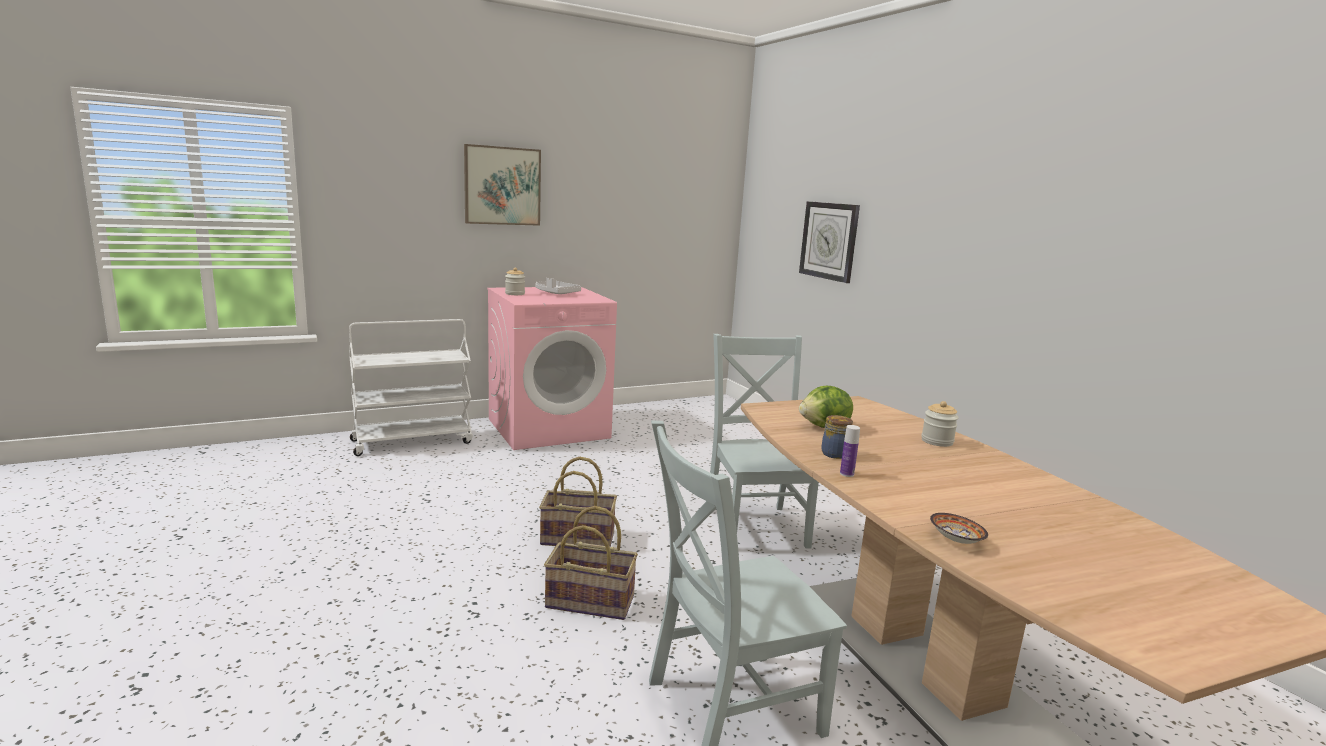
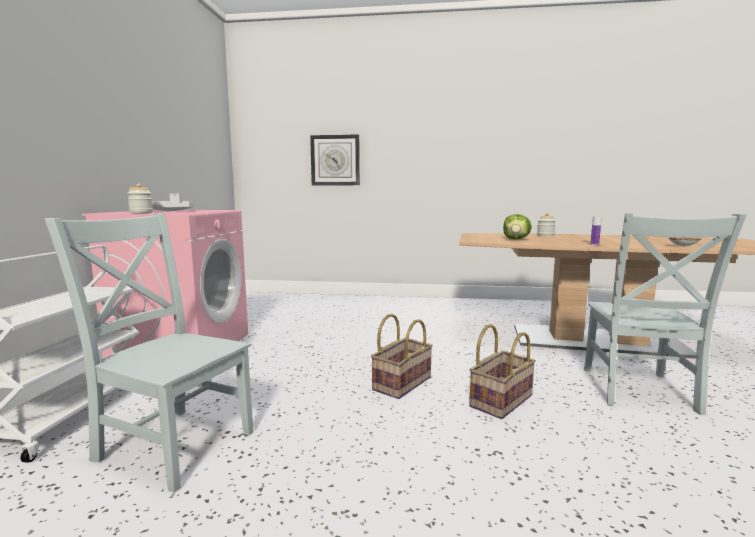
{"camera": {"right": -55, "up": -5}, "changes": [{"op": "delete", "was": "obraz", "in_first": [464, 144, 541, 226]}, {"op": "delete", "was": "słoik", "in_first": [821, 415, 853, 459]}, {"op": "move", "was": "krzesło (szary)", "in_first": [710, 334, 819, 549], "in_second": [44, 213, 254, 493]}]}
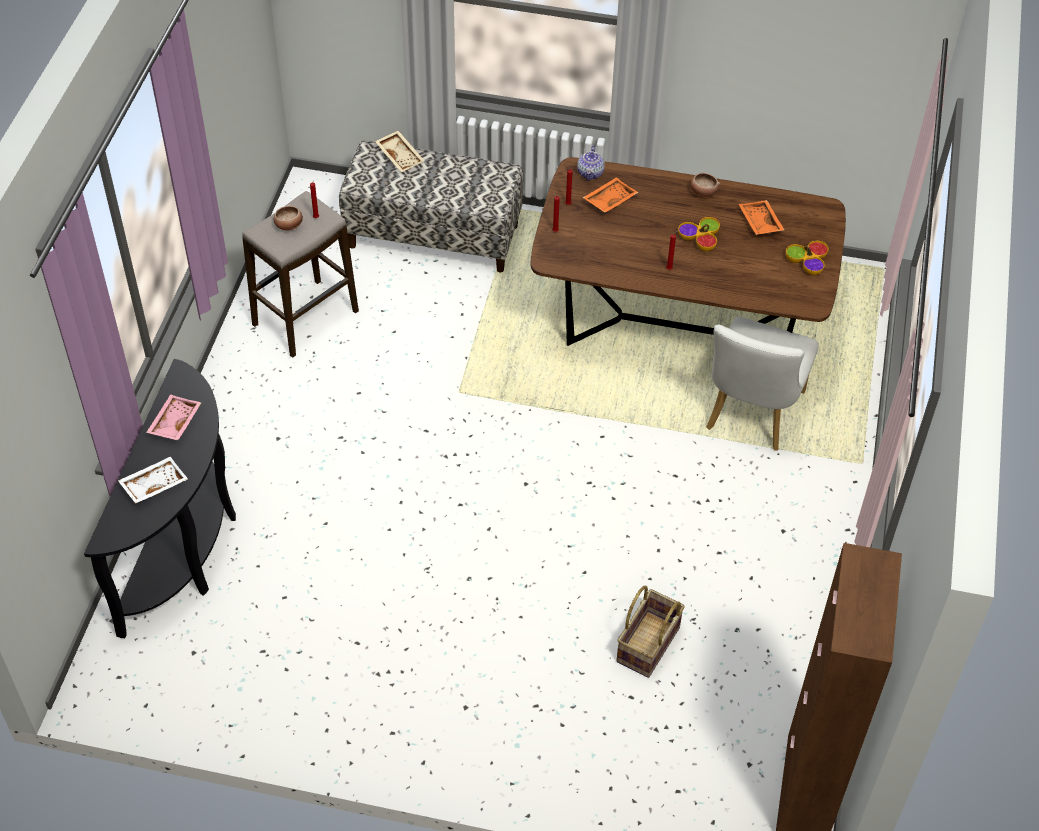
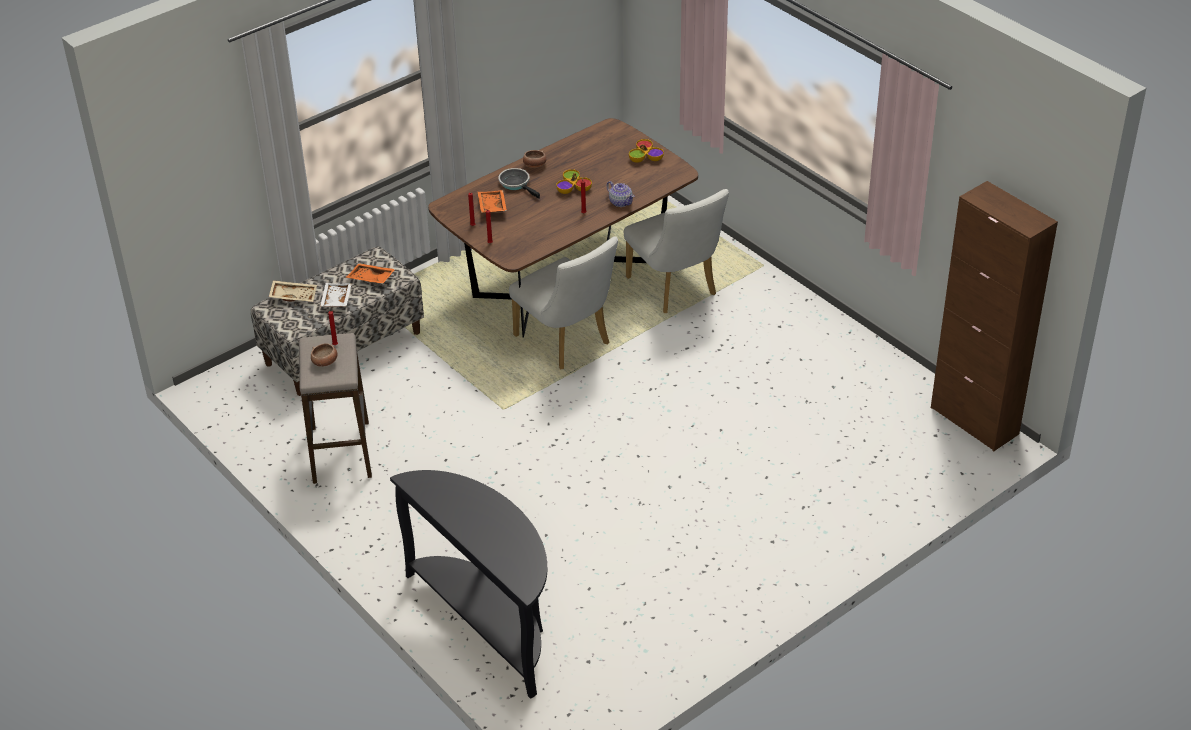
{"camera": {"right": -50, "up": -10}, "changes": [{"op": "delete", "was": "taca (różowy)", "in_first": [146, 394, 201, 441]}, {"op": "delete", "was": "koszyk", "in_first": [616, 586, 685, 678]}, {"op": "insert", "now": "patelnia", "in_second": [498, 168, 540, 199]}, {"op": "insert", "now": "krzesło (biały)", "in_second": [509, 237, 618, 369]}, {"op": "move", "was": "taca (biały)", "in_first": [118, 457, 188, 504], "in_second": [320, 283, 352, 307]}, {"op": "move", "was": "imbryk", "in_first": [577, 145, 605, 181], "in_second": [606, 181, 635, 207]}, {"op": "move", "was": "taca (pomarańczowy)", "in_first": [739, 200, 784, 235], "in_second": [346, 263, 395, 284]}]}
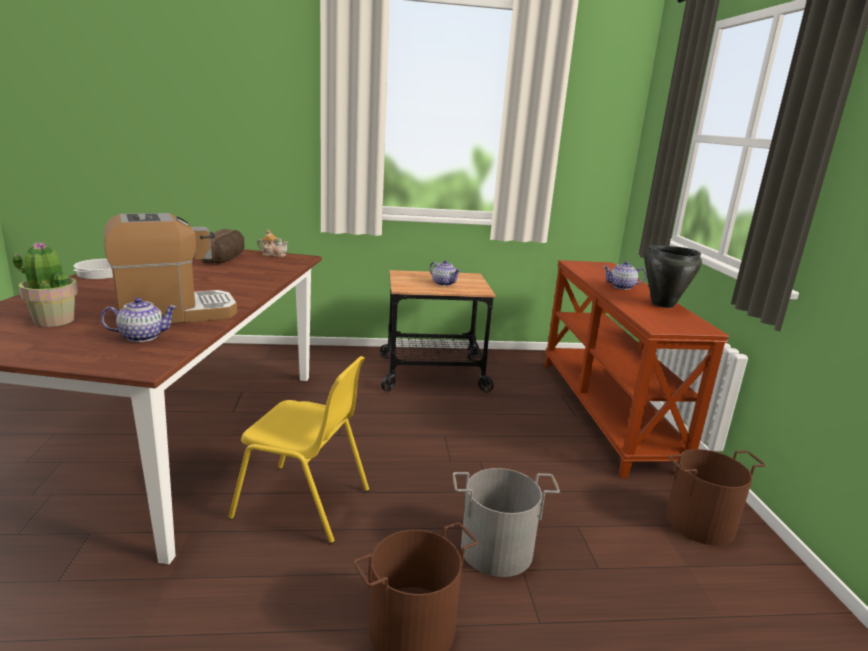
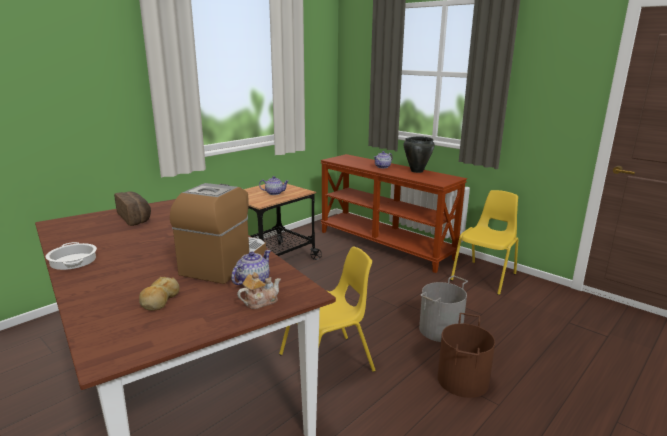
{"camera": {"right": -40, "up": 0}, "changes": [{"op": "move", "was": "imbryk", "in_first": [257, 230, 289, 257], "in_second": [237, 272, 281, 309]}, {"op": "replace", "was": "roślina doniczkowa", "now": "chleb", "in_first": [12, 241, 78, 327], "in_second": [139, 277, 180, 311]}, {"op": "replace", "was": "wiadro (brązowy)", "now": "krzesło (żółty)", "in_first": [666, 449, 766, 546], "in_second": [450, 190, 519, 295]}]}
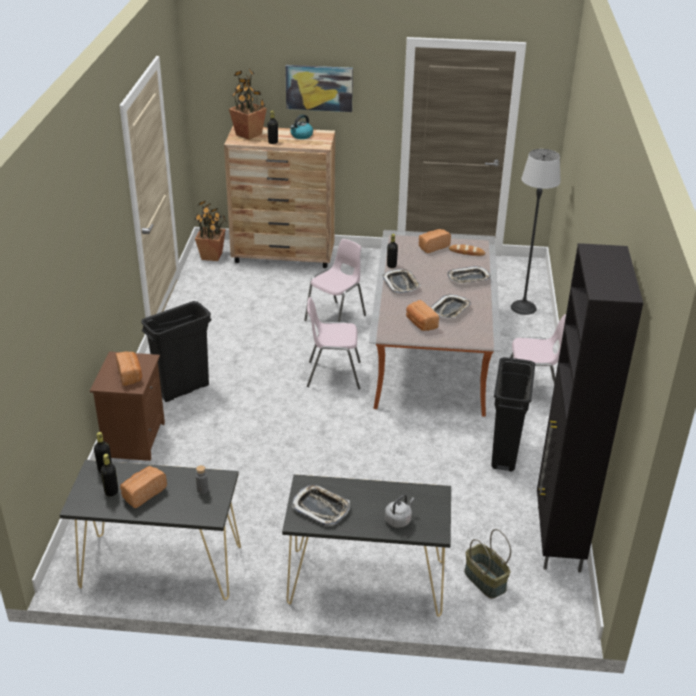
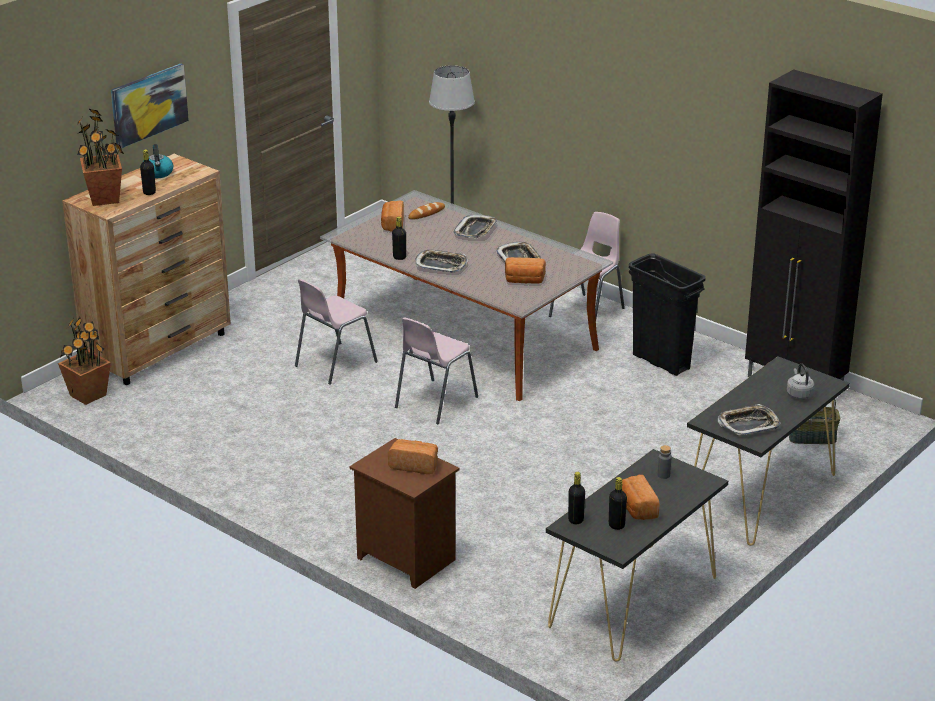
{"camera": {"right": -55, "up": -5}, "changes": [{"op": "delete", "was": "kosz na śmieci (czarny)", "in_first": [141, 301, 212, 402]}, {"op": "rotate", "was": "krzesło (różowy)", "in_first": [304, 239, 366, 322], "in_second": [295, 279, 378, 385], "clockwise": -120}]}
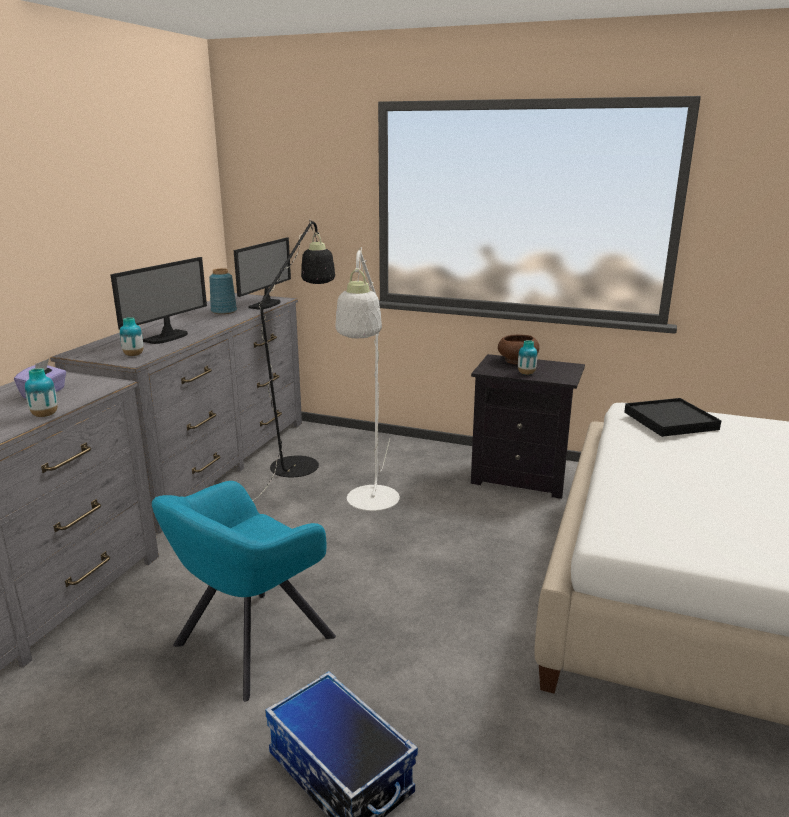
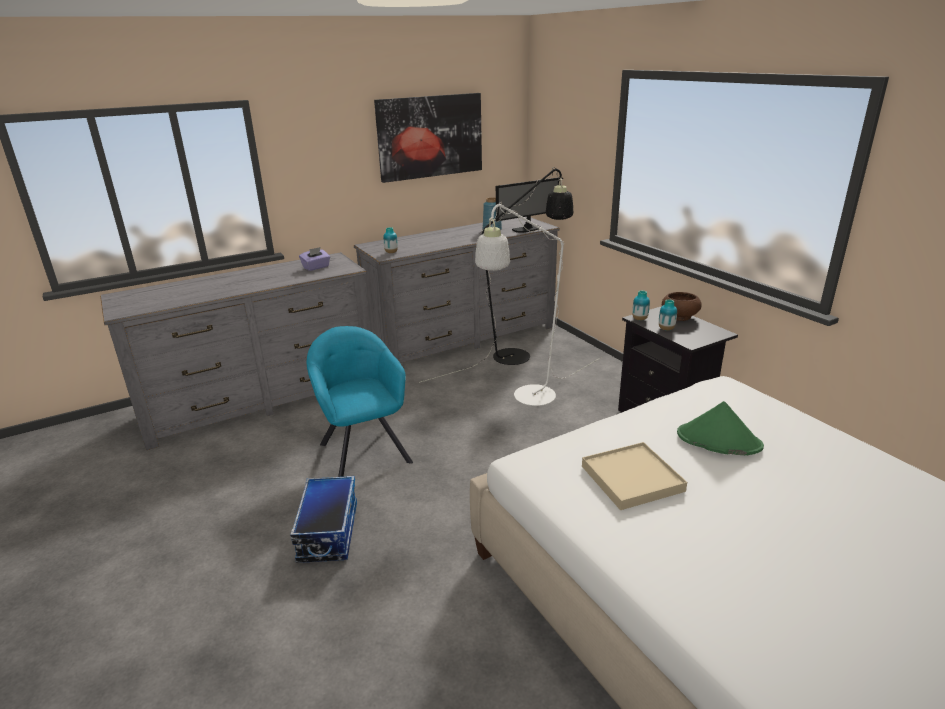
{"camera": {"right": 40, "up": 5}, "changes": [{"op": "delete", "was": "monitor", "in_first": [110, 257, 207, 344]}, {"op": "delete", "was": "taca (czarny)", "in_first": [624, 398, 722, 437]}, {"op": "insert", "now": "obraz", "in_second": [374, 93, 482, 183]}, {"op": "insert", "now": "taca (beżowy)", "in_second": [582, 442, 687, 510]}, {"op": "insert", "now": "kapelusz (zielony)", "in_second": [677, 401, 764, 455]}, {"op": "move", "was": "wazon", "in_first": [25, 368, 57, 417], "in_second": [632, 291, 650, 320]}, {"op": "rotate", "was": "fotel (turkusowy)", "in_first": [152, 481, 336, 701], "in_second": [306, 326, 413, 477], "clockwise": 75}]}
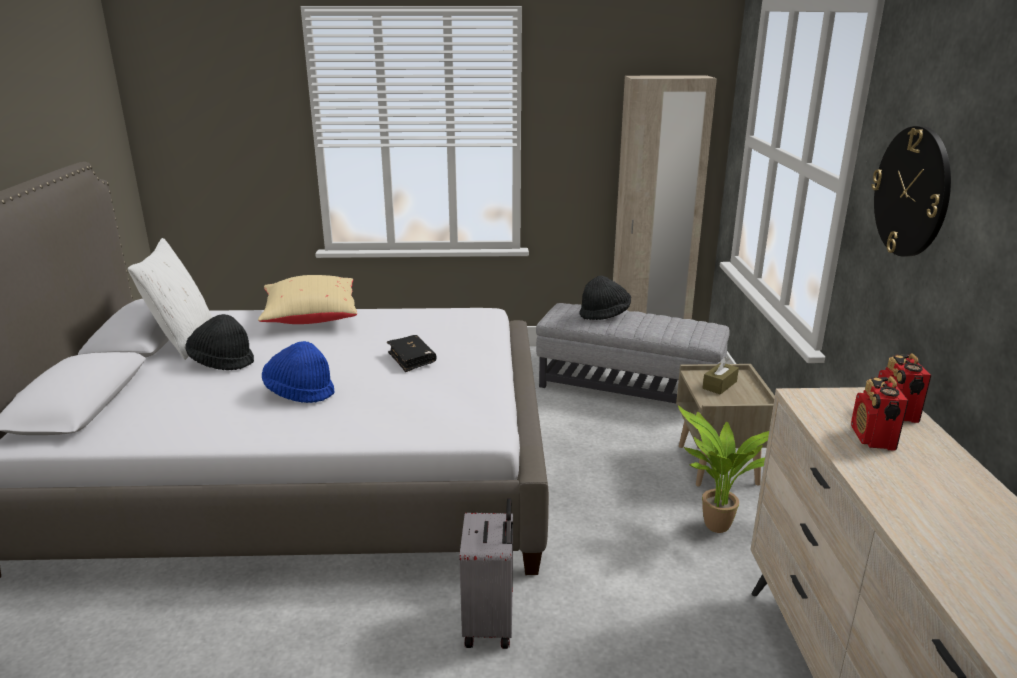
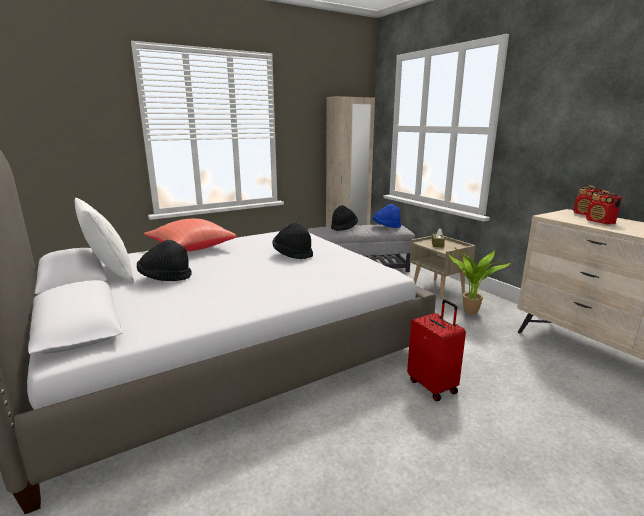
{"camera": {"right": -30, "up": -5}, "changes": [{"op": "delete", "was": "zegar ścienny", "in_first": [872, 126, 951, 257]}, {"op": "move", "was": "kapelusz (niebieski)", "in_first": [262, 341, 335, 403], "in_second": [372, 204, 401, 228]}, {"op": "replace", "was": "książka (czarny)", "now": "kapelusz (czarny)", "in_first": [387, 335, 437, 372], "in_second": [272, 222, 313, 259]}, {"op": "recolor", "was": "poduszka (beżowy)", "now": "poduszka (czerwony)", "in_first": [258, 275, 357, 324], "in_second": [144, 219, 237, 251]}, {"op": "recolor", "was": "walizka (szary)", "now": "walizka (czerwony)", "in_first": [459, 498, 513, 649], "in_second": [407, 299, 466, 401]}]}
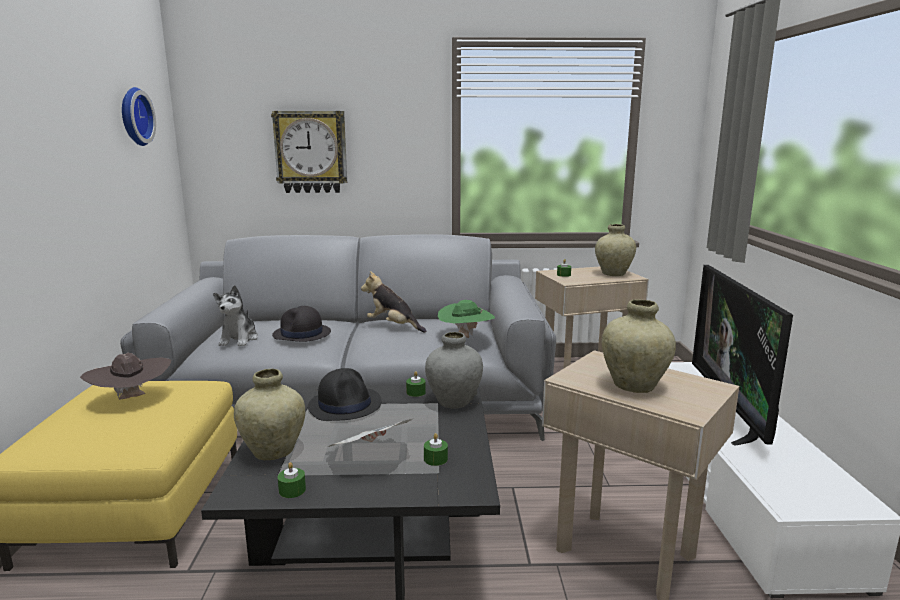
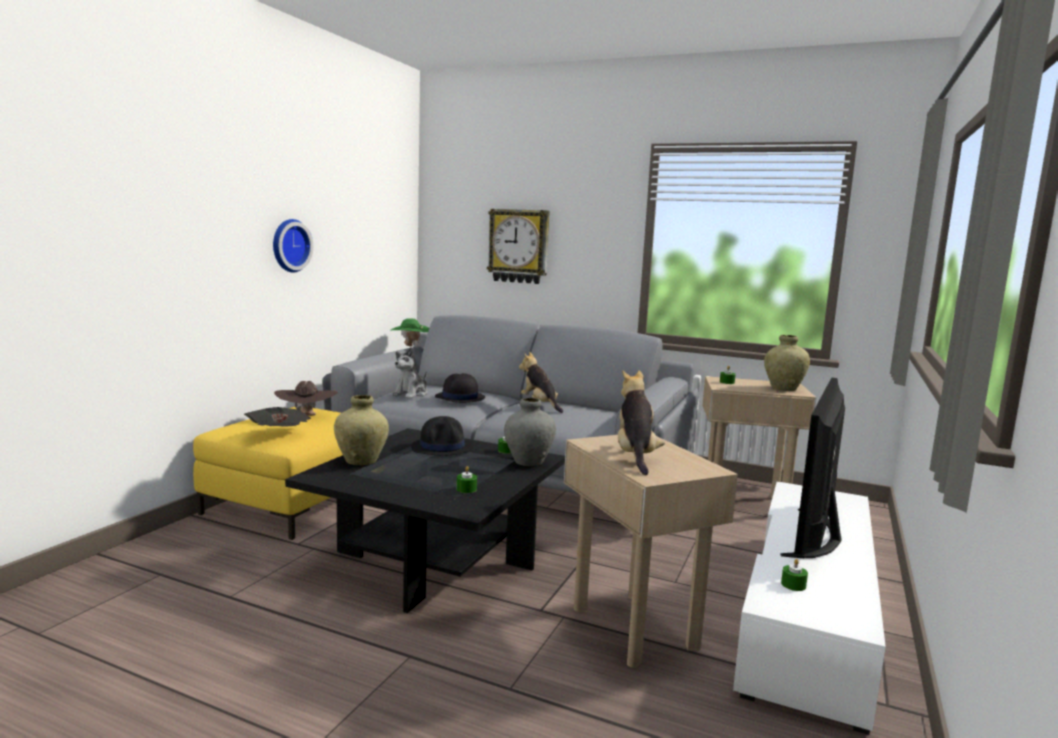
{"camera": {"right": 25, "up": -5}, "changes": [{"op": "move", "was": "zegar ścienny", "in_first": [122, 87, 156, 146], "in_second": [273, 219, 313, 273]}, {"op": "move", "was": "świeca (zielony)", "in_first": [278, 462, 306, 498], "in_second": [781, 559, 808, 591]}, {"op": "move", "was": "gazeta", "in_first": [328, 419, 412, 447], "in_second": [244, 407, 311, 426]}, {"op": "move", "was": "kapelusz (zielony)", "in_first": [438, 300, 495, 338], "in_second": [391, 318, 429, 347]}, {"op": "replace", "was": "wazon (beżowy)", "now": "pluszak", "in_first": [602, 299, 676, 393], "in_second": [618, 370, 665, 475]}]}
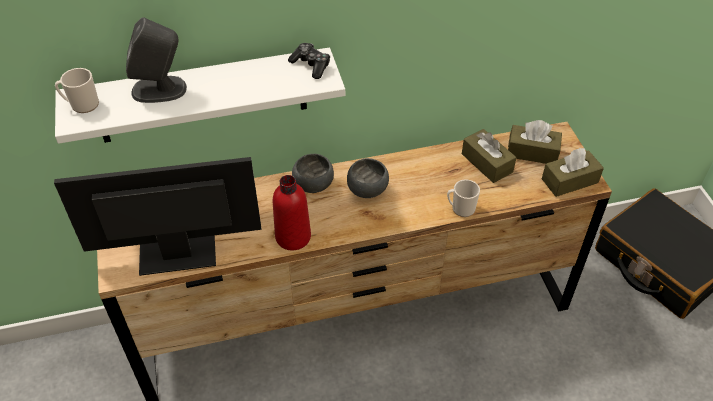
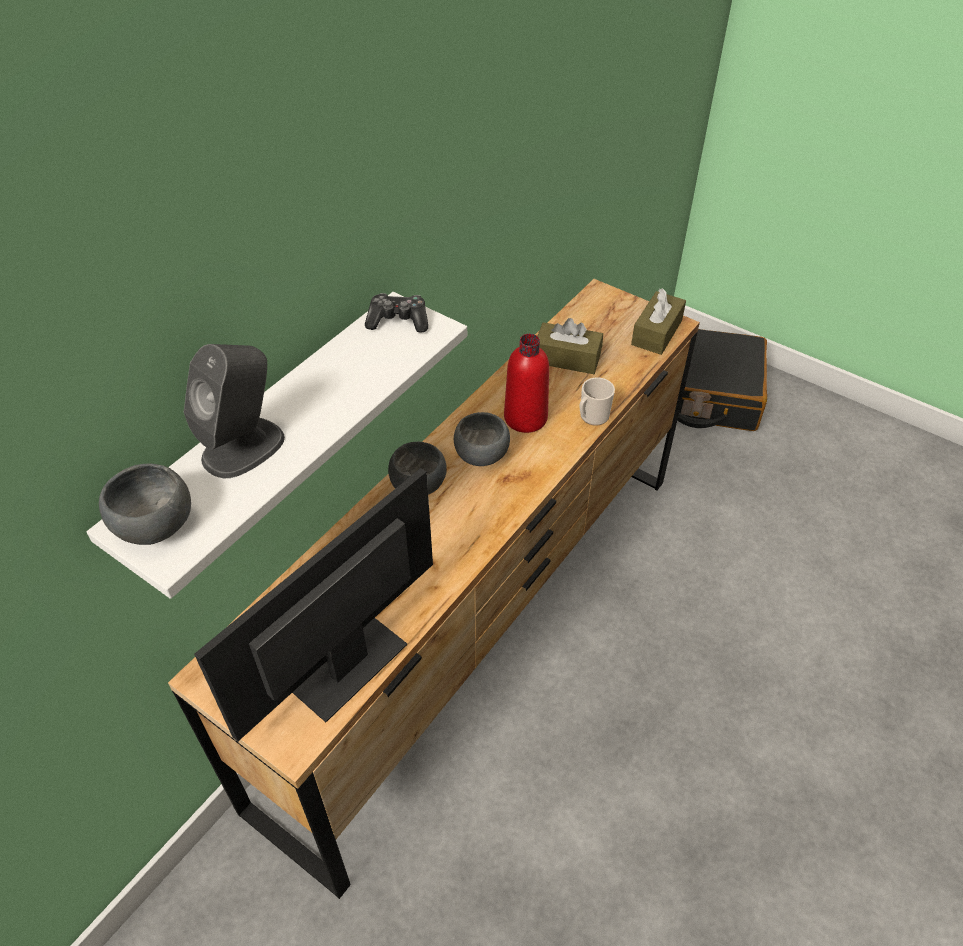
{"camera": {"right": -40, "up": 0}, "changes": [{"op": "delete", "was": "pudełko chusteczek (brązowy)", "in_first": [508, 120, 562, 164]}, {"op": "move", "was": "butelka (czerwony)", "in_first": [273, 175, 311, 250], "in_second": [504, 334, 549, 433]}, {"op": "replace", "was": "kubek", "now": "miska (szary)", "in_first": [55, 68, 99, 113], "in_second": [99, 464, 191, 545]}]}
